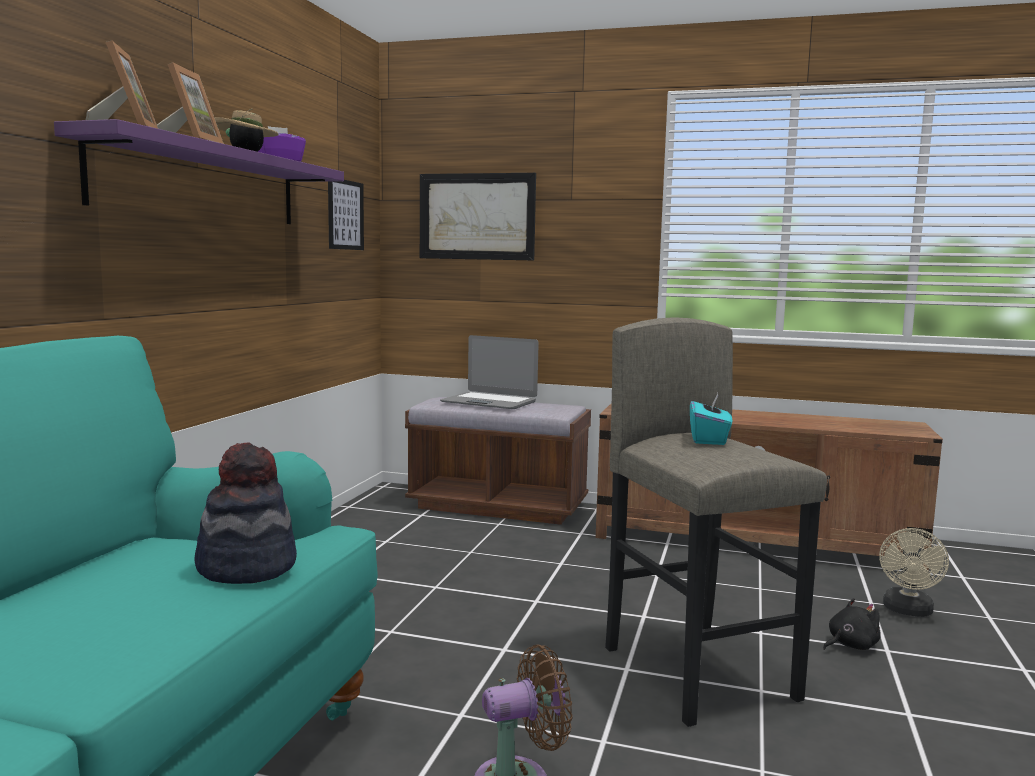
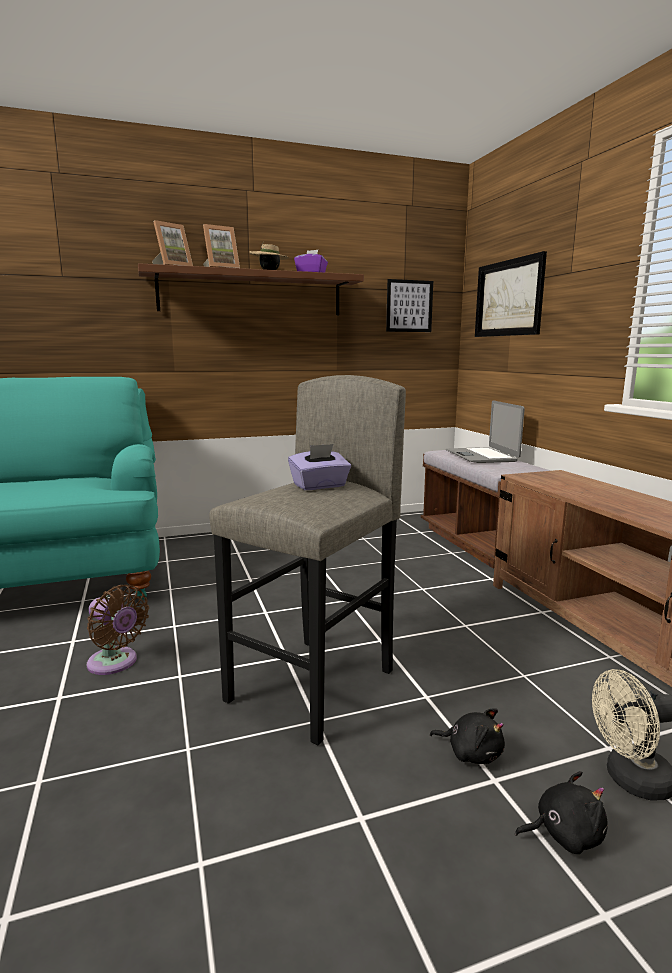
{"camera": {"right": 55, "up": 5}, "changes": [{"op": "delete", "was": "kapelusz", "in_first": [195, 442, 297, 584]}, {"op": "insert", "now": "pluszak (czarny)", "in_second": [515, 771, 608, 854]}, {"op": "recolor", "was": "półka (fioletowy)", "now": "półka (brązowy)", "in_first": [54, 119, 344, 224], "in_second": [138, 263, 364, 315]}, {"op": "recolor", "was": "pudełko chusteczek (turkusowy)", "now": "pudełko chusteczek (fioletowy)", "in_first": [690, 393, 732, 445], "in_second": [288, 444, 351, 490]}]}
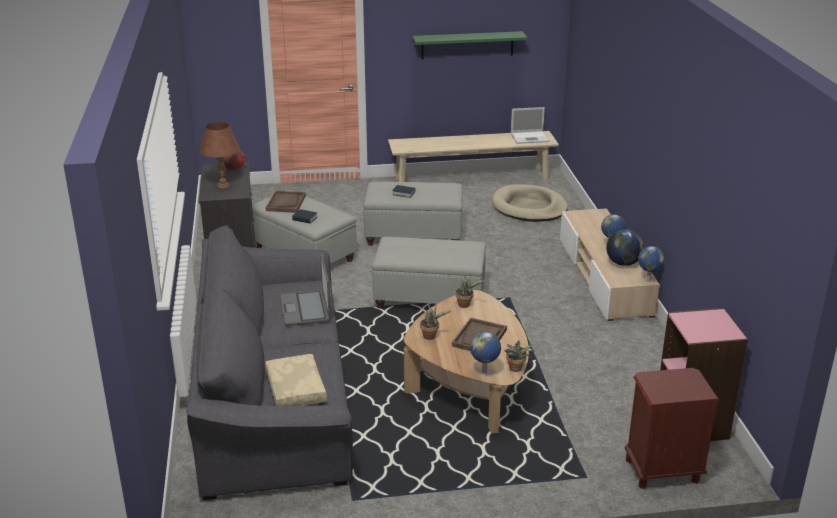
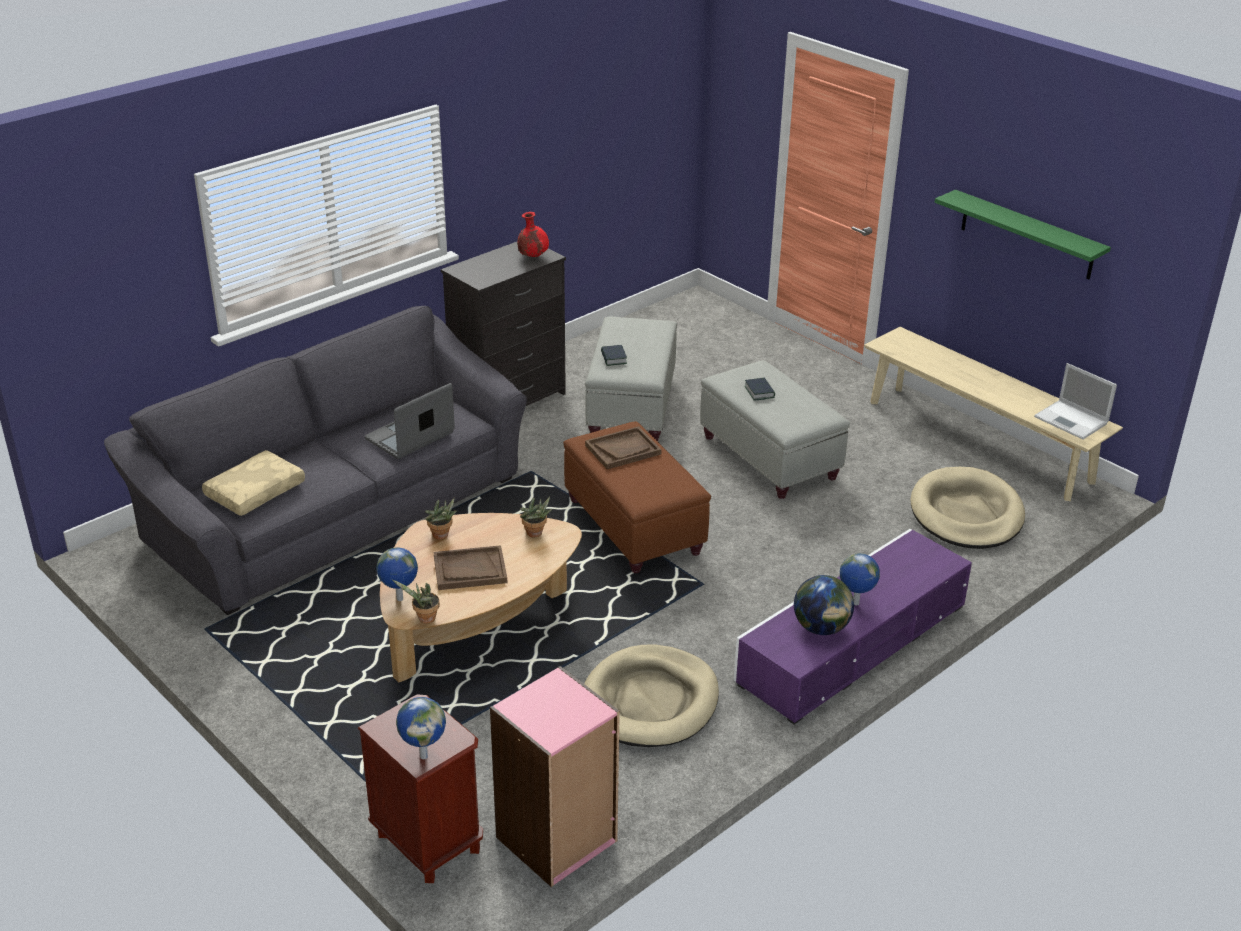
{"camera": {"right": 55, "up": 5}, "changes": [{"op": "delete", "was": "lampa stołowa (brązowy)", "in_first": [200, 122, 240, 188]}, {"op": "insert", "now": "legowisko (beżowy)", "in_second": [584, 644, 719, 747]}, {"op": "move", "was": "taca (brązowy)", "in_first": [265, 191, 306, 213], "in_second": [585, 426, 662, 469]}, {"op": "move", "was": "globus", "in_first": [638, 246, 665, 282], "in_second": [396, 697, 446, 759]}, {"op": "recolor", "was": "pufa (szary)", "now": "pufa (brązowy)", "in_first": [372, 237, 486, 309], "in_second": [563, 421, 711, 573]}, {"op": "recolor", "was": "szafka pod telewizor (beżowy)", "now": "szafka pod telewizor (fioletowy)", "in_first": [560, 208, 660, 321], "in_second": [734, 529, 972, 725]}]}
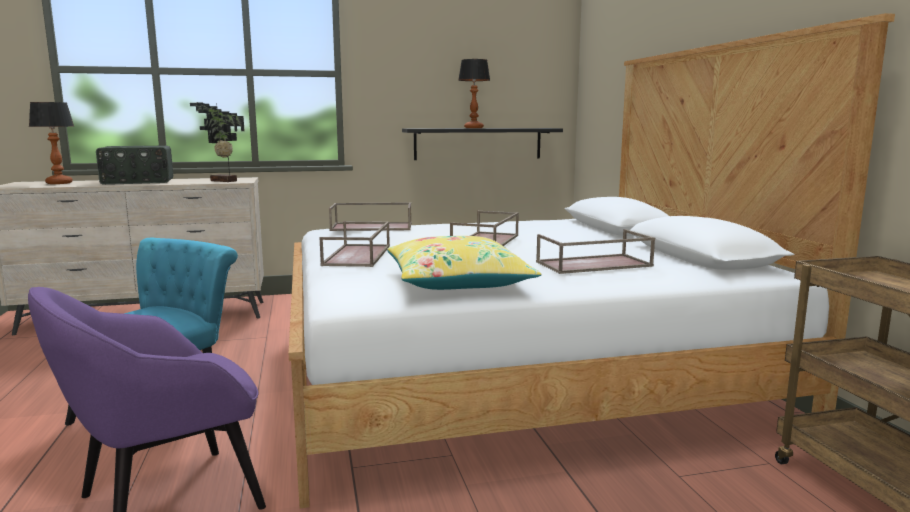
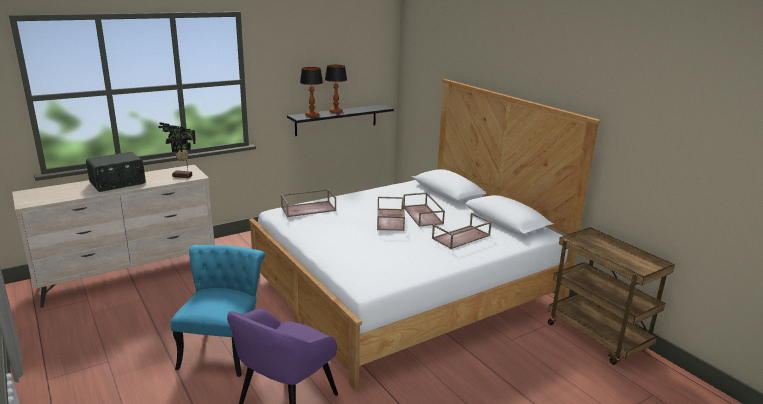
{"camera": {"right": -20, "up": 10}, "changes": [{"op": "delete", "was": "poduszka (żółty)", "in_first": [387, 236, 541, 290]}, {"op": "move", "was": "lampa stołowa", "in_first": [29, 102, 74, 184], "in_second": [300, 67, 323, 117]}, {"op": "move", "was": "taca (brązowy)", "in_first": [319, 221, 390, 267], "in_second": [403, 192, 445, 227]}]}
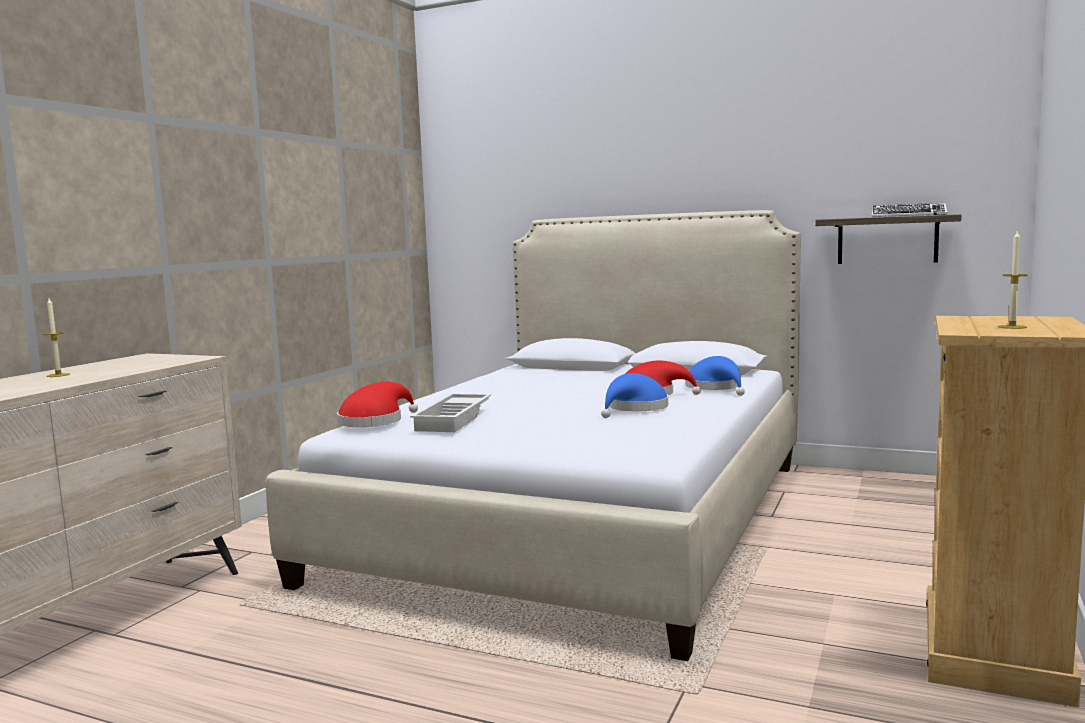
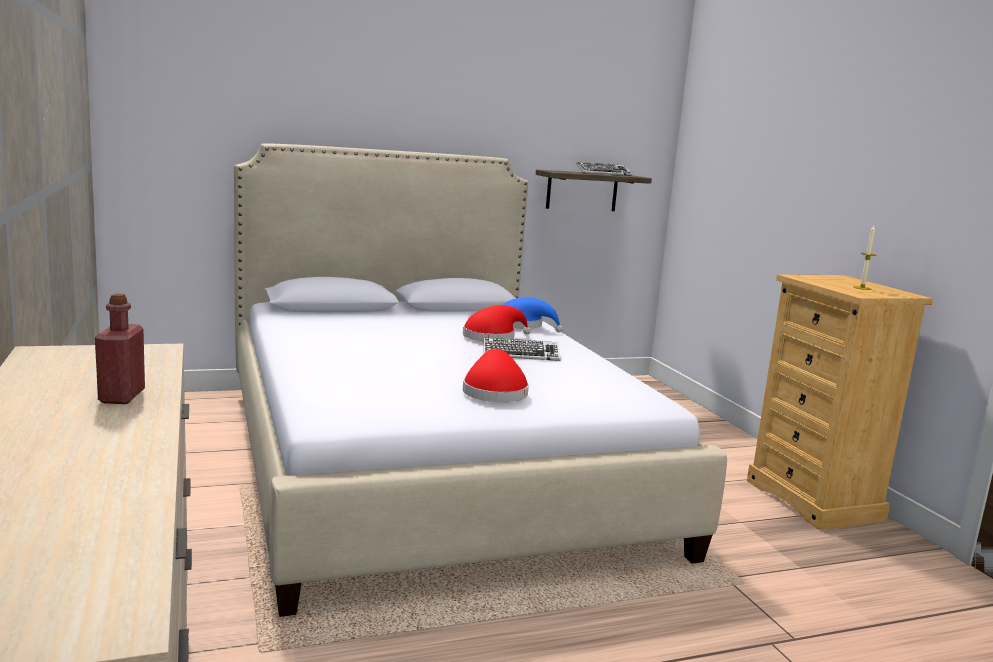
{"camera": {"right": -45, "up": 5}, "changes": [{"op": "delete", "was": "świeca", "in_first": [43, 298, 70, 377]}, {"op": "delete", "was": "taca (biały)", "in_first": [410, 394, 491, 432]}, {"op": "insert", "now": "butelka (czerwony)", "in_second": [95, 293, 145, 404]}, {"op": "move", "was": "kapelusz (czerwony)", "in_first": [337, 382, 418, 427], "in_second": [463, 349, 529, 402]}, {"op": "replace", "was": "kapelusz (niebieski)", "now": "klawiatura", "in_first": [601, 373, 668, 418], "in_second": [484, 338, 561, 361]}]}
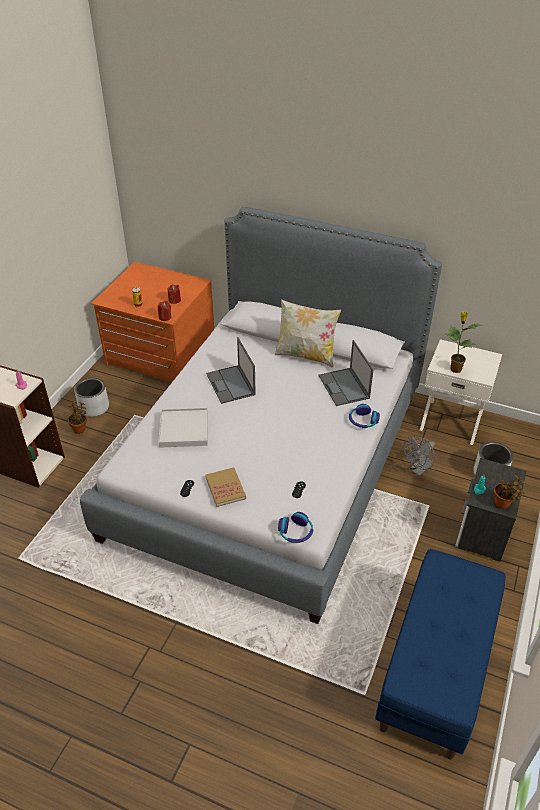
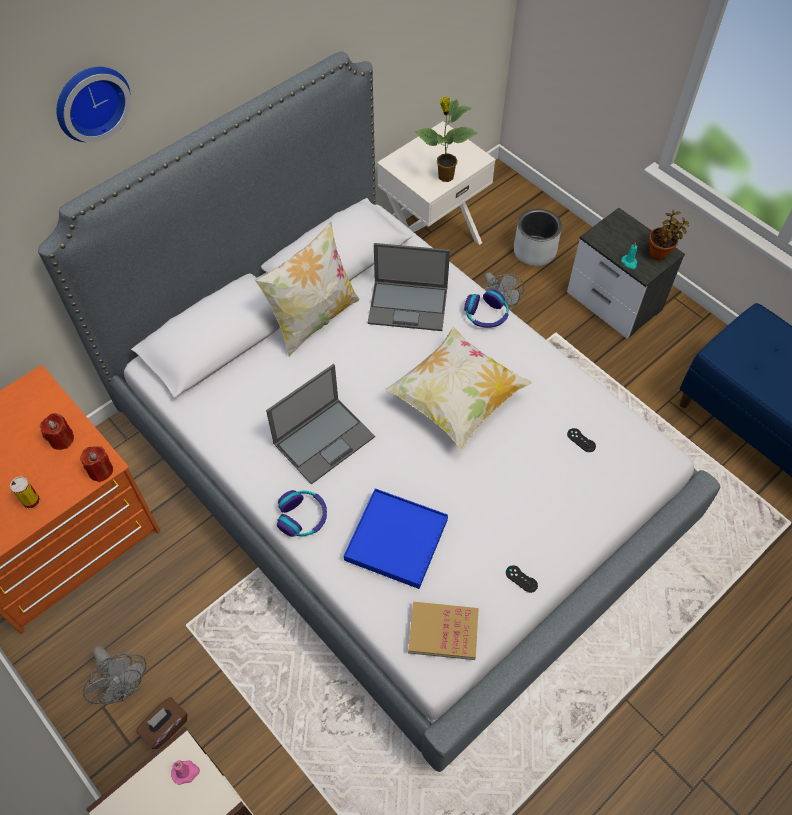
{"camera": {"right": -65, "up": 15}, "changes": [{"op": "insert", "now": "zegar ścienny", "in_second": [56, 67, 131, 142]}, {"op": "insert", "now": "poduszka", "in_second": [385, 327, 532, 449]}, {"op": "move", "was": "książka", "in_first": [205, 467, 246, 507], "in_second": [408, 602, 478, 660]}, {"op": "move", "was": "słuchawki", "in_first": [278, 512, 313, 543], "in_second": [277, 490, 327, 537]}, {"op": "replace", "was": "roślina doniczkowa", "now": "pudełko chusteczek (brązowy)", "in_first": [68, 401, 87, 434], "in_second": [136, 697, 187, 749]}, {"op": "replace", "was": "donica (szary)", "now": "wentylator (szary)", "in_first": [74, 378, 109, 417], "in_second": [83, 646, 146, 704]}, {"op": "recolor", "was": "taca (biały)", "now": "taca (niebieski)", "in_first": [159, 408, 208, 448], "in_second": [344, 488, 448, 589]}, {"op": "rotate", "was": "laptop", "in_first": [206, 337, 256, 404], "in_second": [266, 364, 375, 484], "clockwise": -45}]}
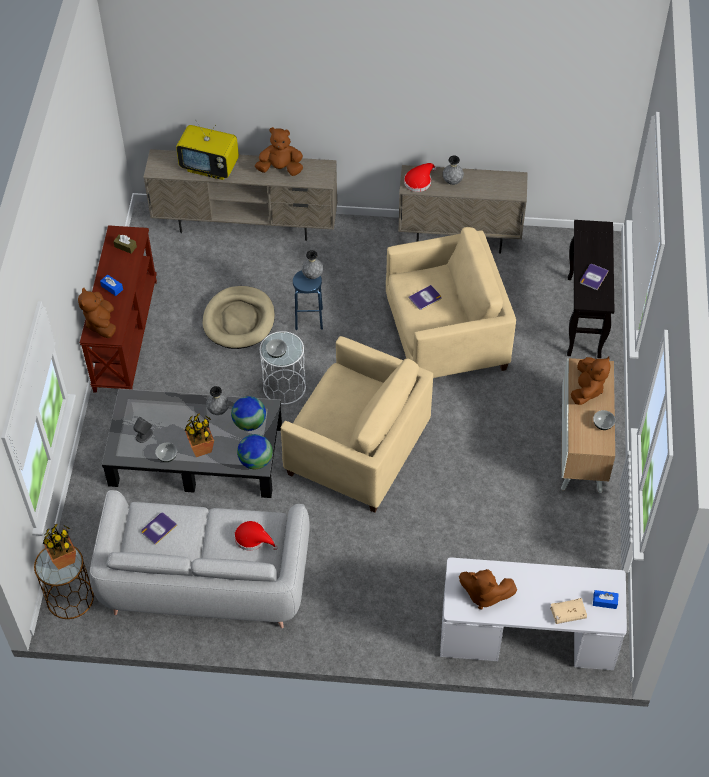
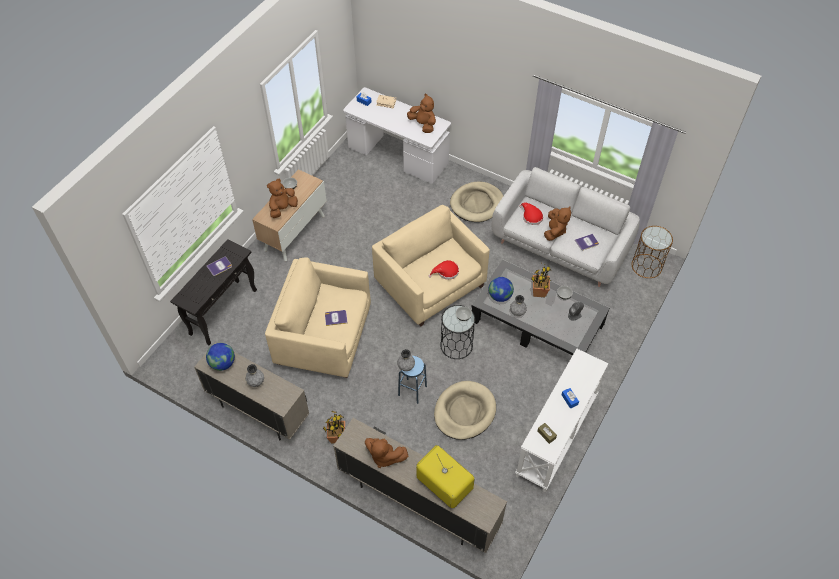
{"camera": {"right": -155, "up": 0}, "changes": [{"op": "insert", "now": "legowisko (beżowy)", "in_second": [450, 182, 503, 222]}, {"op": "move", "was": "roślina doniczkowa", "in_first": [43, 524, 76, 569], "in_second": [323, 411, 345, 443]}, {"op": "move", "was": "pluszak (brązowy)", "in_first": [78, 287, 116, 338], "in_second": [544, 207, 571, 241]}, {"op": "move", "was": "globus", "in_first": [237, 434, 273, 469], "in_second": [206, 343, 235, 371]}, {"op": "move", "was": "kapelusz (czerwony)", "in_first": [404, 163, 437, 192], "in_second": [429, 260, 459, 280]}, {"op": "recolor", "was": "stolik konsolowy (brązowy)", "now": "stolik konsolowy (biały)", "in_first": [79, 225, 157, 393], "in_second": [515, 349, 608, 492]}, {"op": "recolor", "was": "stolik (biały)", "now": "stolik (czarny)", "in_first": [260, 331, 306, 404], "in_second": [440, 305, 475, 359]}]}
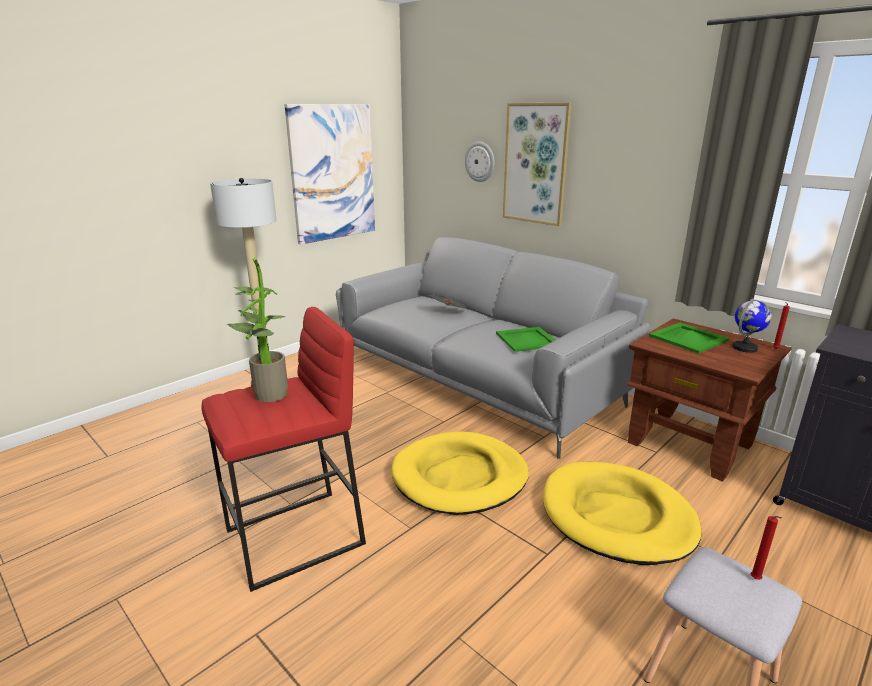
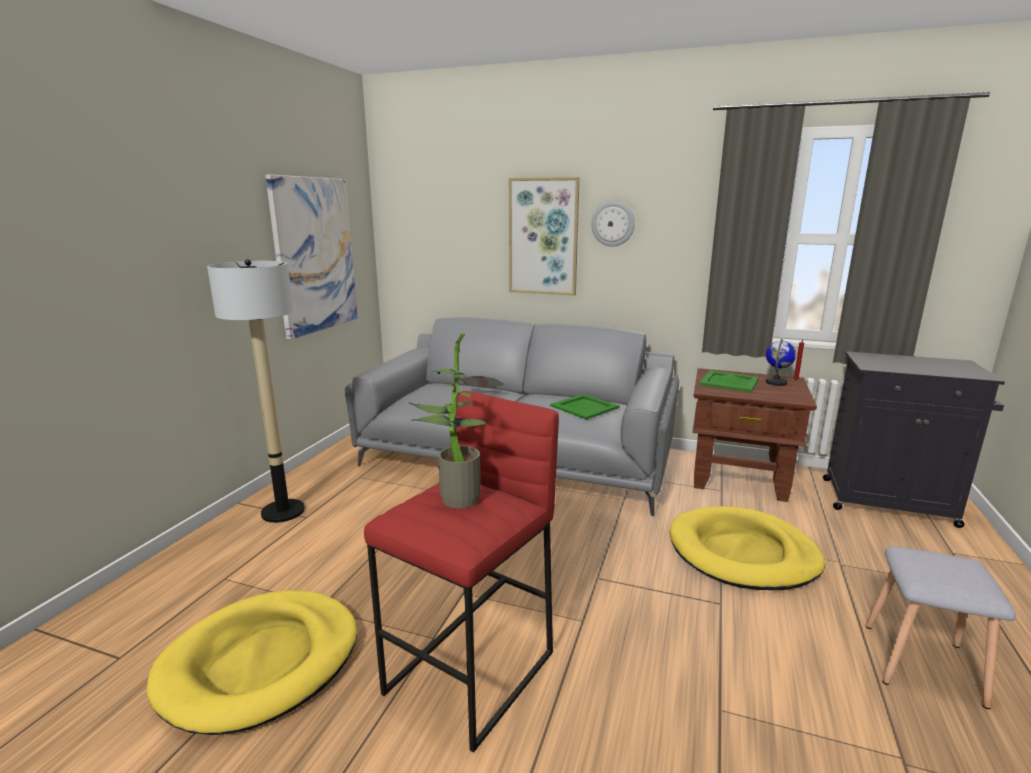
{"camera": {"right": -25, "up": -5}, "changes": [{"op": "delete", "was": "świeca (czerwony)", "in_first": [751, 516, 781, 580]}, {"op": "move", "was": "legowisko (żółty)", "in_first": [392, 431, 529, 515], "in_second": [147, 590, 357, 735]}, {"op": "move", "was": "zegar ścienny", "in_first": [465, 142, 495, 182], "in_second": [591, 201, 635, 247]}]}
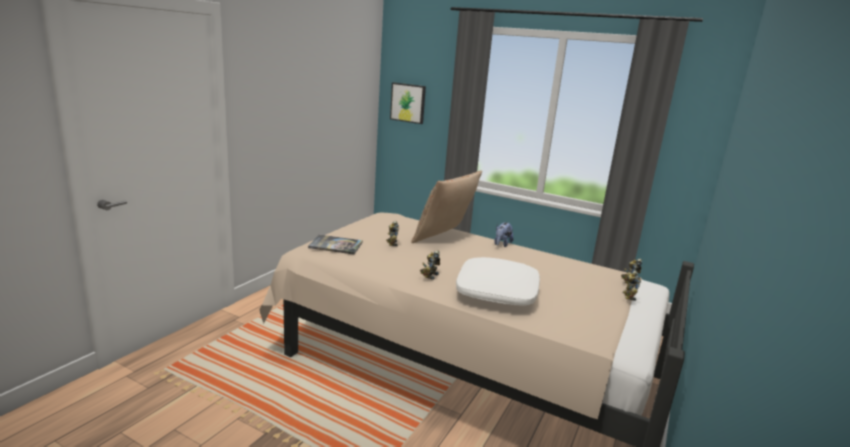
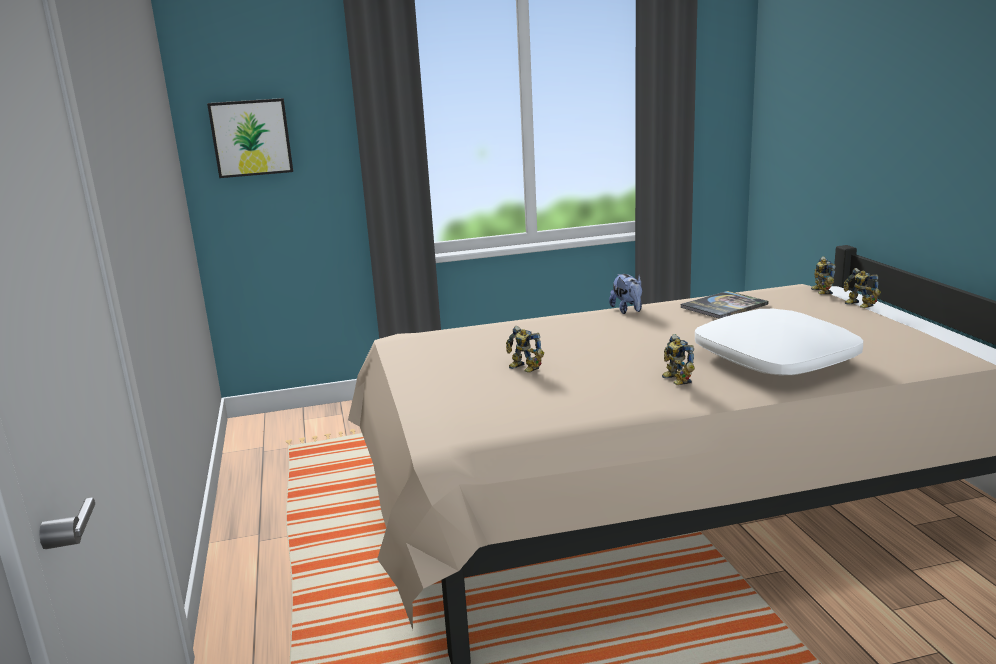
{"camera": {"right": -40, "up": 0}, "changes": [{"op": "delete", "was": "poduszka (beżowy)", "in_first": [411, 171, 482, 243]}, {"op": "move", "was": "książka", "in_first": [308, 235, 363, 254], "in_second": [680, 291, 769, 319]}]}
